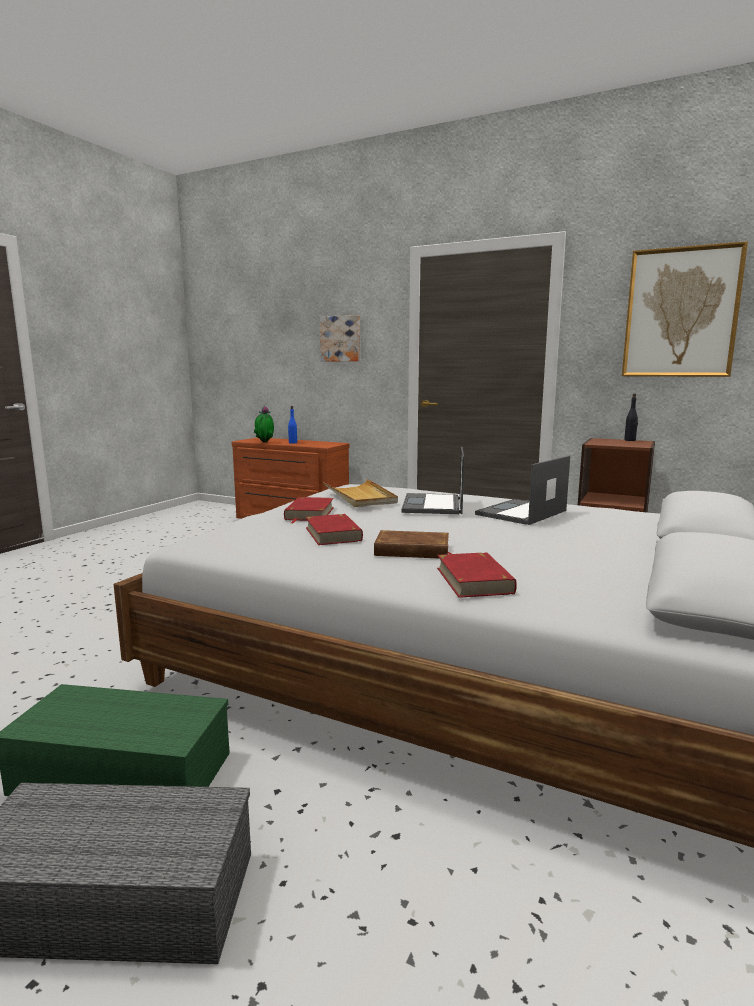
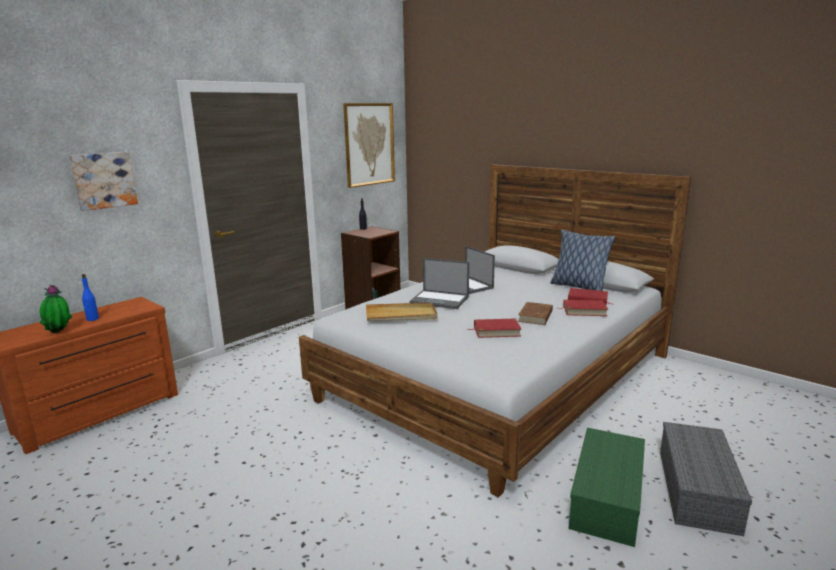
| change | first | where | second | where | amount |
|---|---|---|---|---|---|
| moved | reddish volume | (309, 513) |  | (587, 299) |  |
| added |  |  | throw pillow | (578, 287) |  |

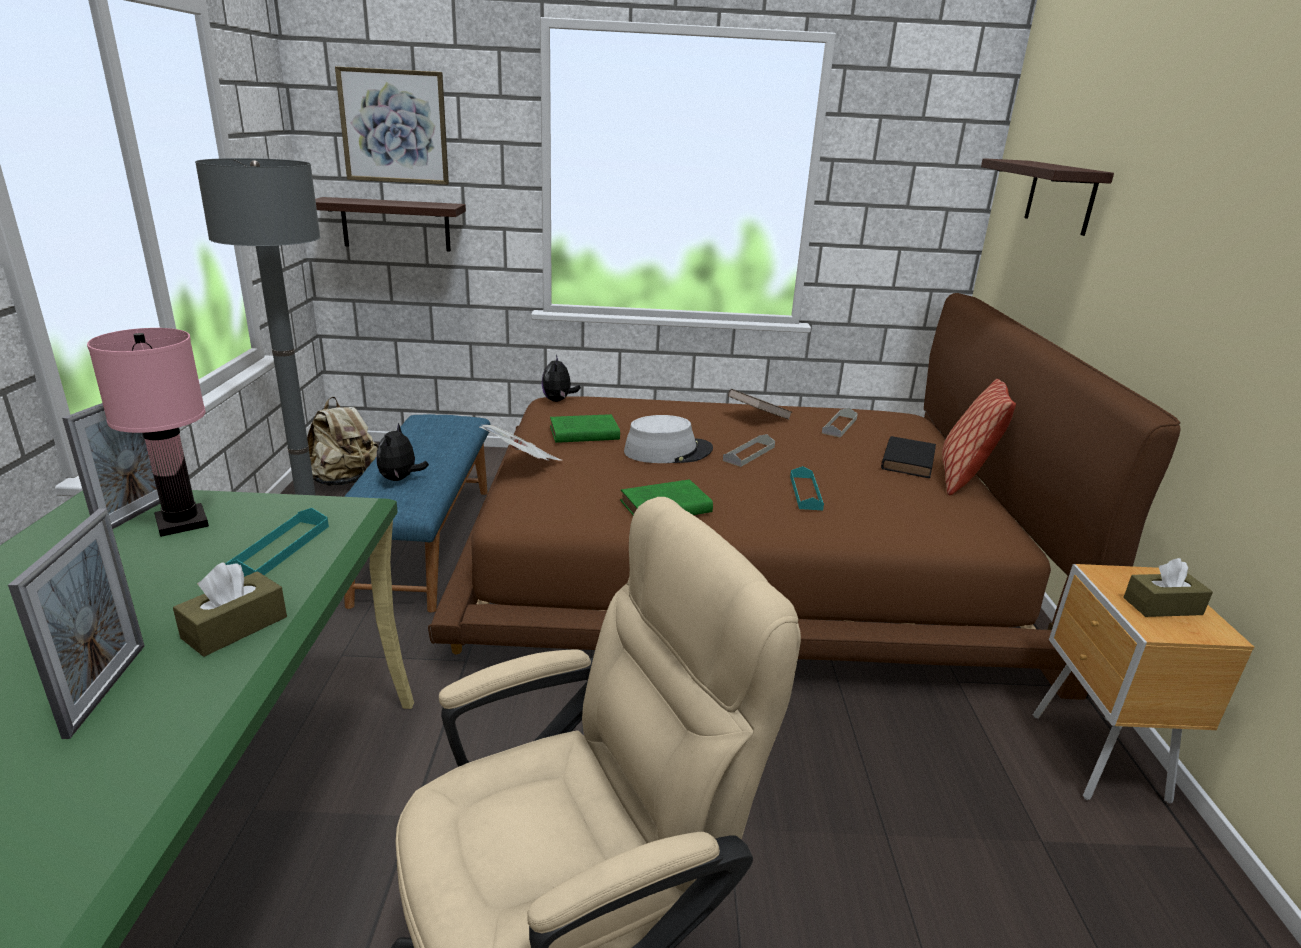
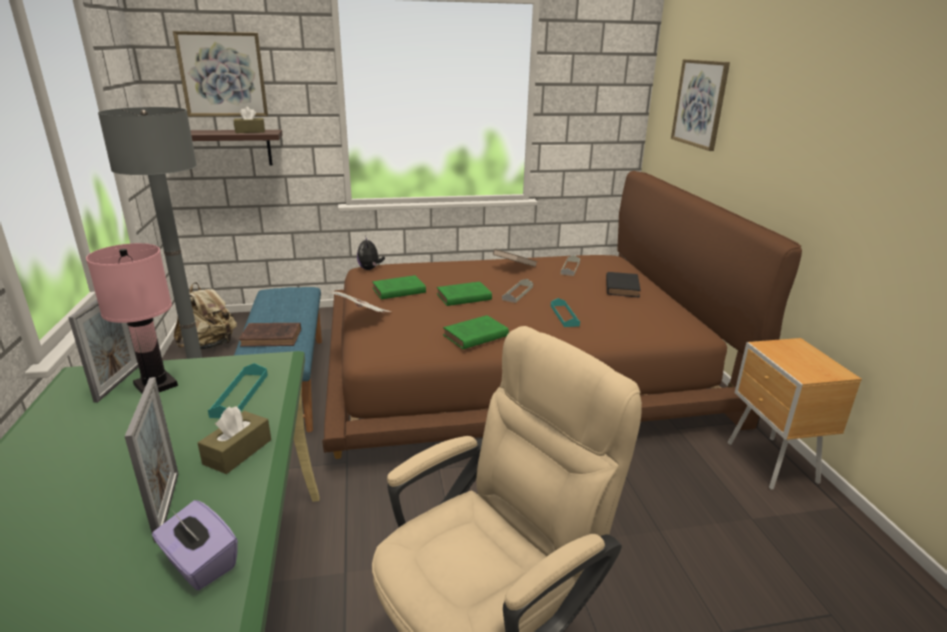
| change | first | where | second | where | amount |
|---|---|---|---|---|---|
| replaced | plush toy | (400, 479) | brown volume | (273, 338) |  |
| replaced | gray hat | (668, 451) | green-coloured volume | (462, 297) |  |
| removed | throw pillow | (964, 478) |  |  |  |
| replaced | shelf | (1060, 196) | picture | (700, 103) |  |
| moved | brown tissue holder | (1162, 606) |  | (250, 131) |  |
| added |  |  | purplish tissue holder | (199, 563) |  |

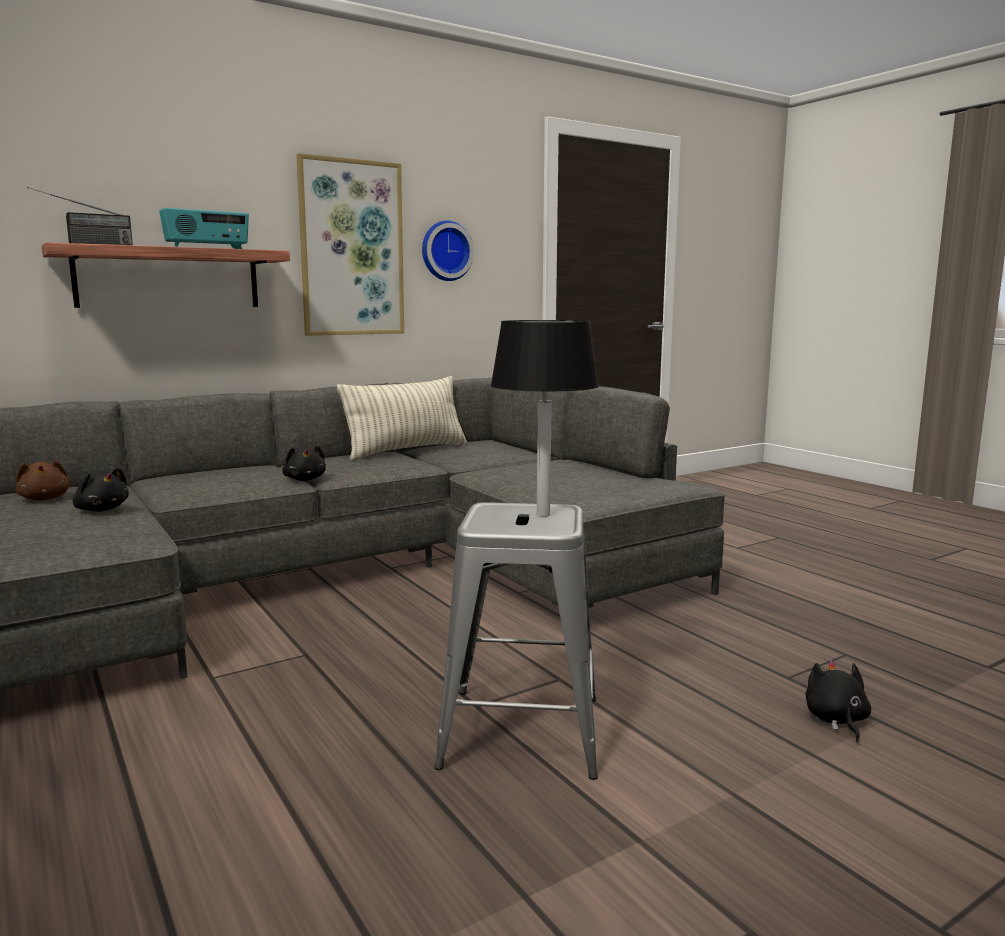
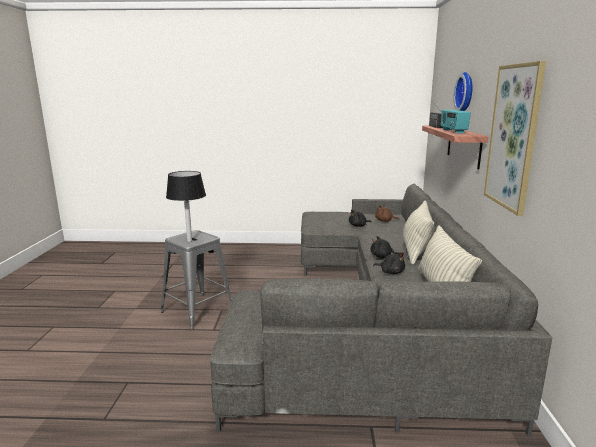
| change | first | where | second | where | amount |
|---|---|---|---|---|---|
| moved | wall clock | (445, 251) |  | (466, 92) |  |
| moved | blackish plush toy | (836, 720) |  | (391, 272) |  |
| added |  |  | throw pillow | (416, 250) |  |

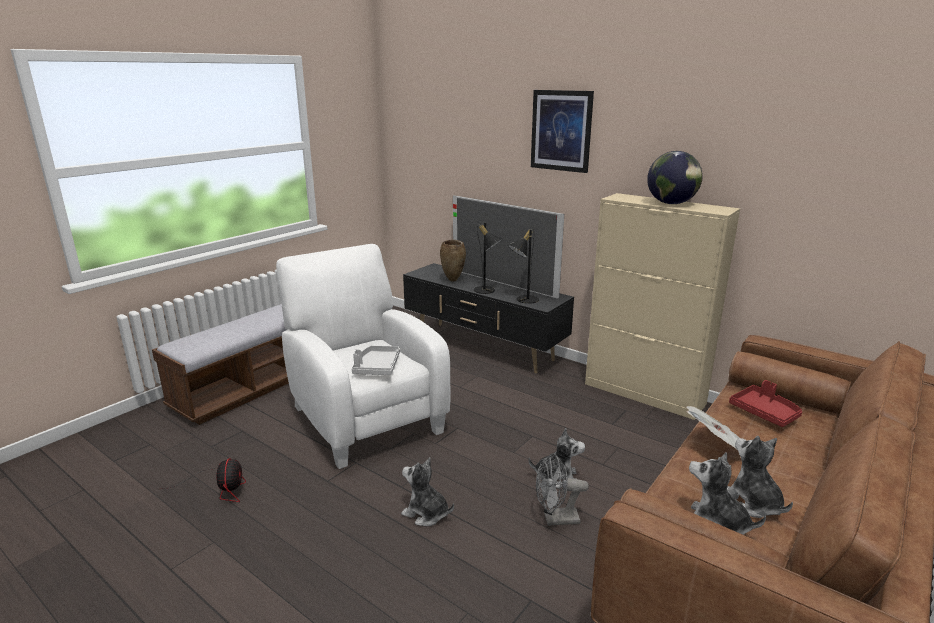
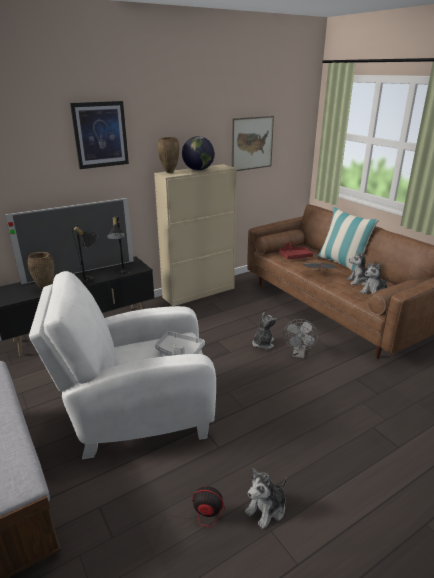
| change | first | where | second | where | amount |
|---|---|---|---|---|---|
| moved | plush toy | (426, 513) |  | (267, 509) |  |
| added |  |  | brown decorative vase | (169, 172) |  |
| added |  |  | picture | (252, 143) |  |
| added |  |  | throw pillow | (342, 263) |  |

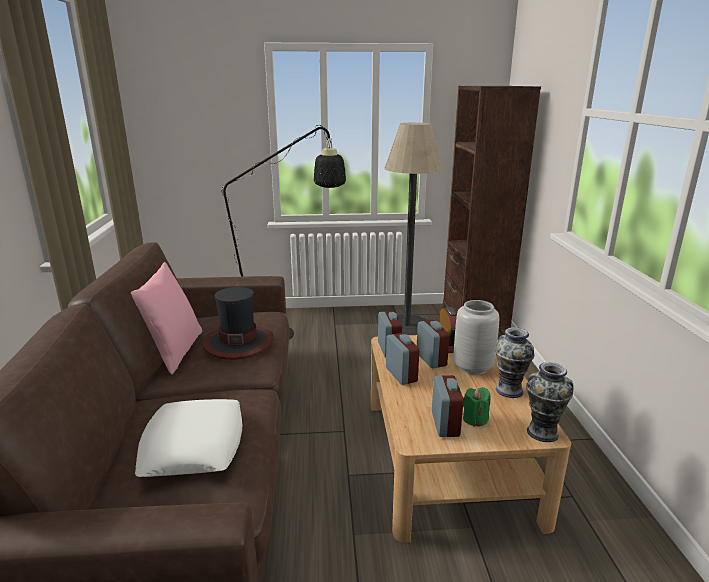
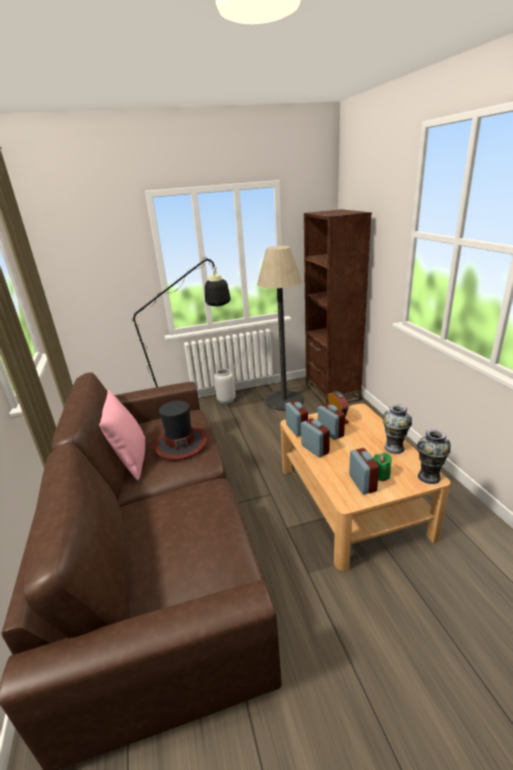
| change | first | where | second | where | amount |
|---|---|---|---|---|---|
| removed | whitish throw pillow | (193, 445) |  |  |  |
| moved | gray decorative vase | (472, 367) |  | (226, 400) |  |

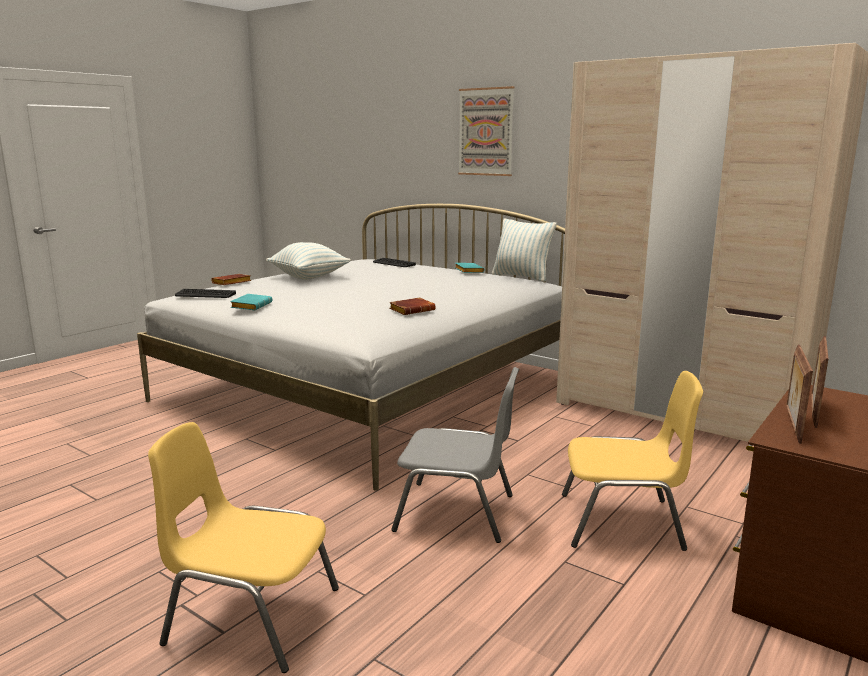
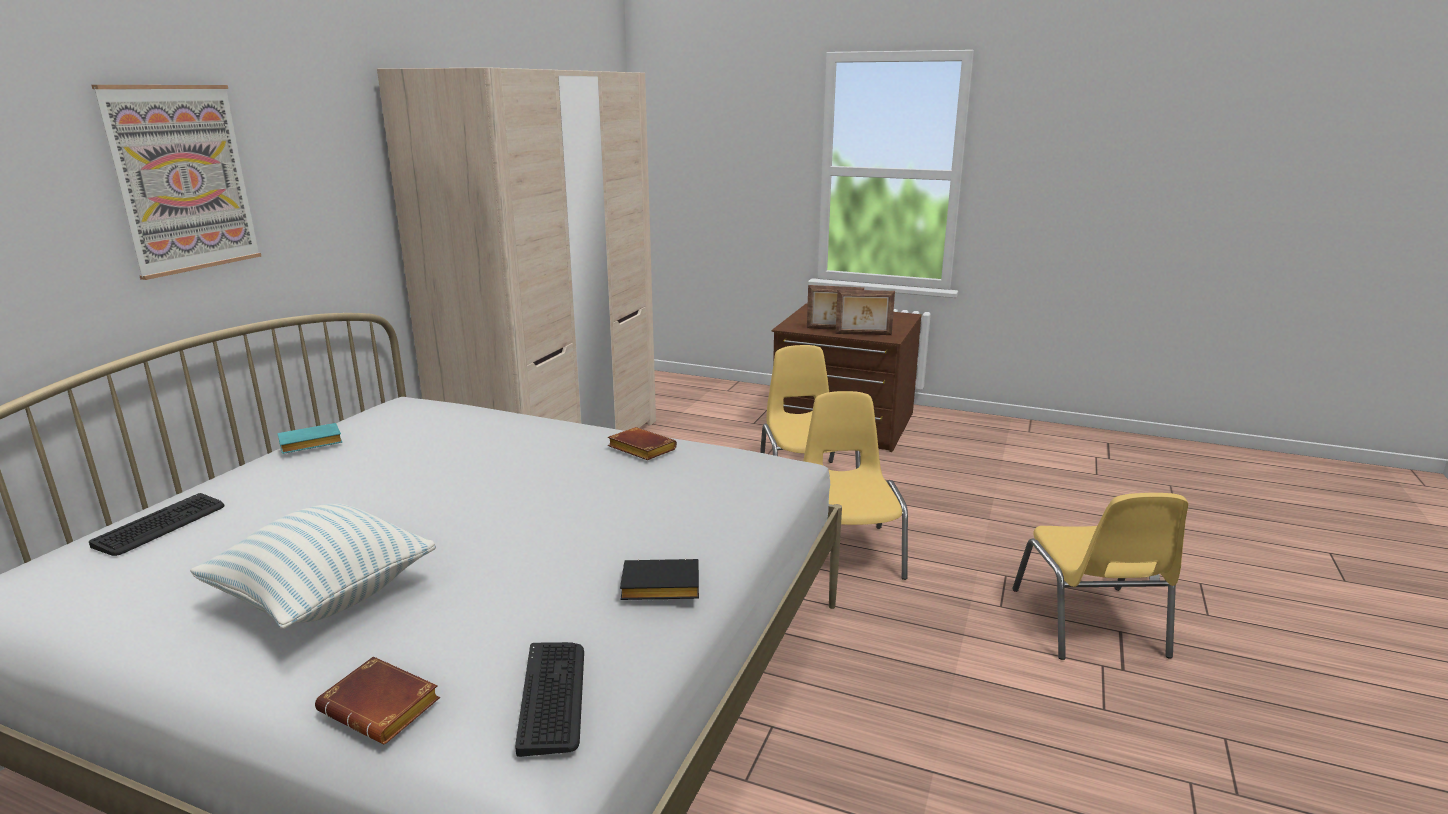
| change | first | where | second | where | amount |
|---|---|---|---|---|---|
| recoloured | turquoise-coloured volume | (251, 306) | blackish volume | (658, 588) |  |
| recoloured | gray chair | (457, 512) | yellow-coloured chair | (845, 551) |  |
| removed | throw pillow | (522, 277) |  |  |  |

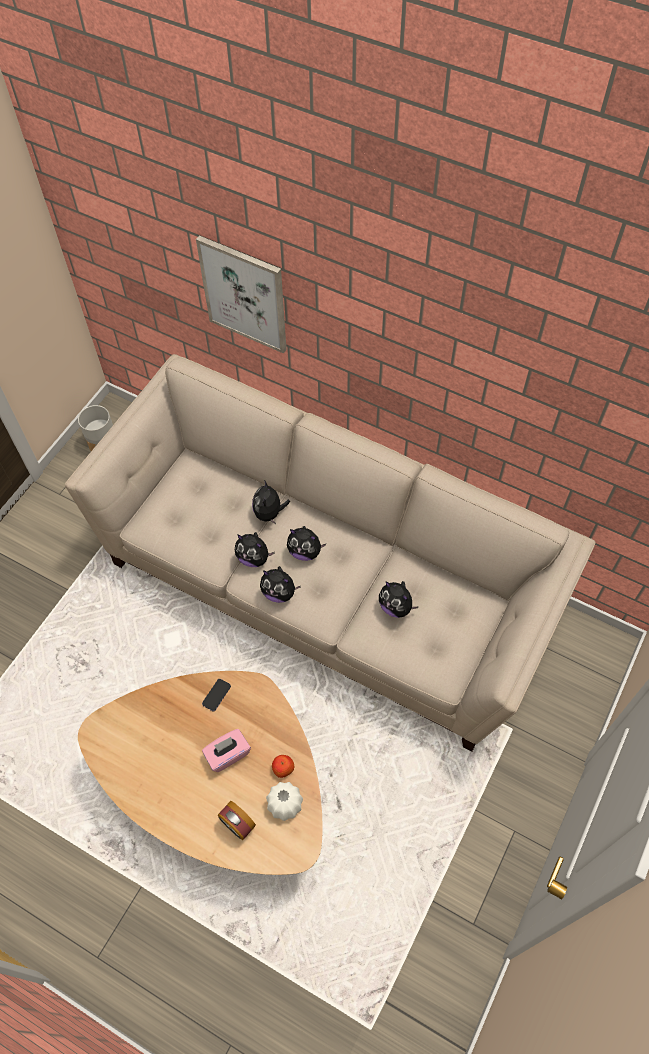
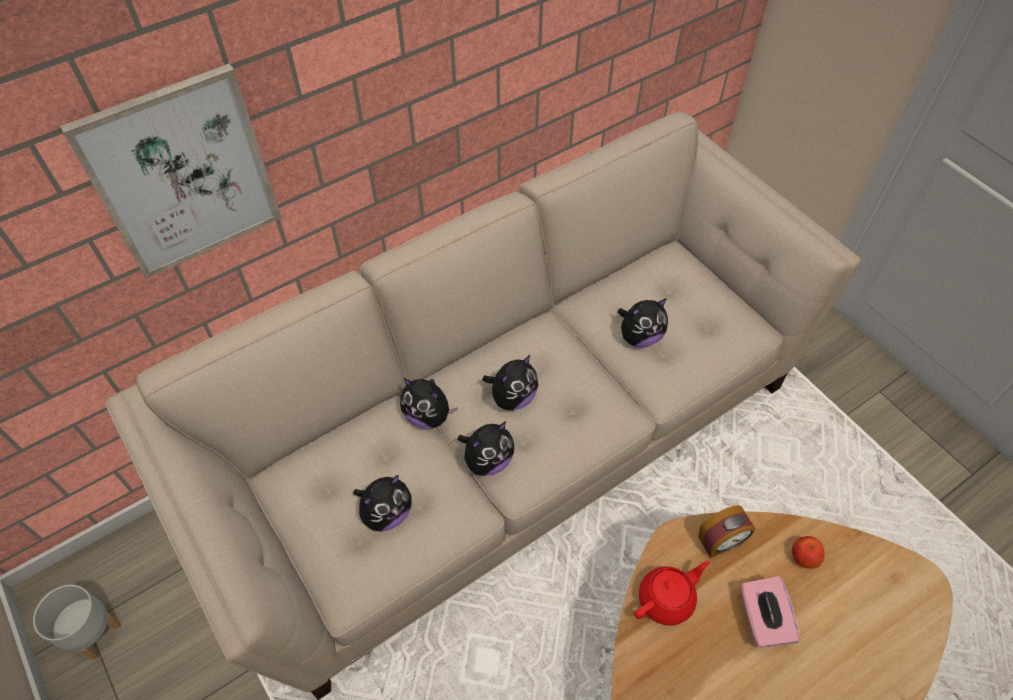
| change | first | where | second | where | amount |
|---|---|---|---|---|---|
| replaced | telephone | (216, 695) | reddish tea pot | (667, 599) |  |
| moved | bedside clock | (238, 825) |  | (720, 542) |  |
| moved | plush toy | (279, 592) |  | (386, 513) |  |
| removed | whitish decorative vase | (285, 804) |  |  |  |

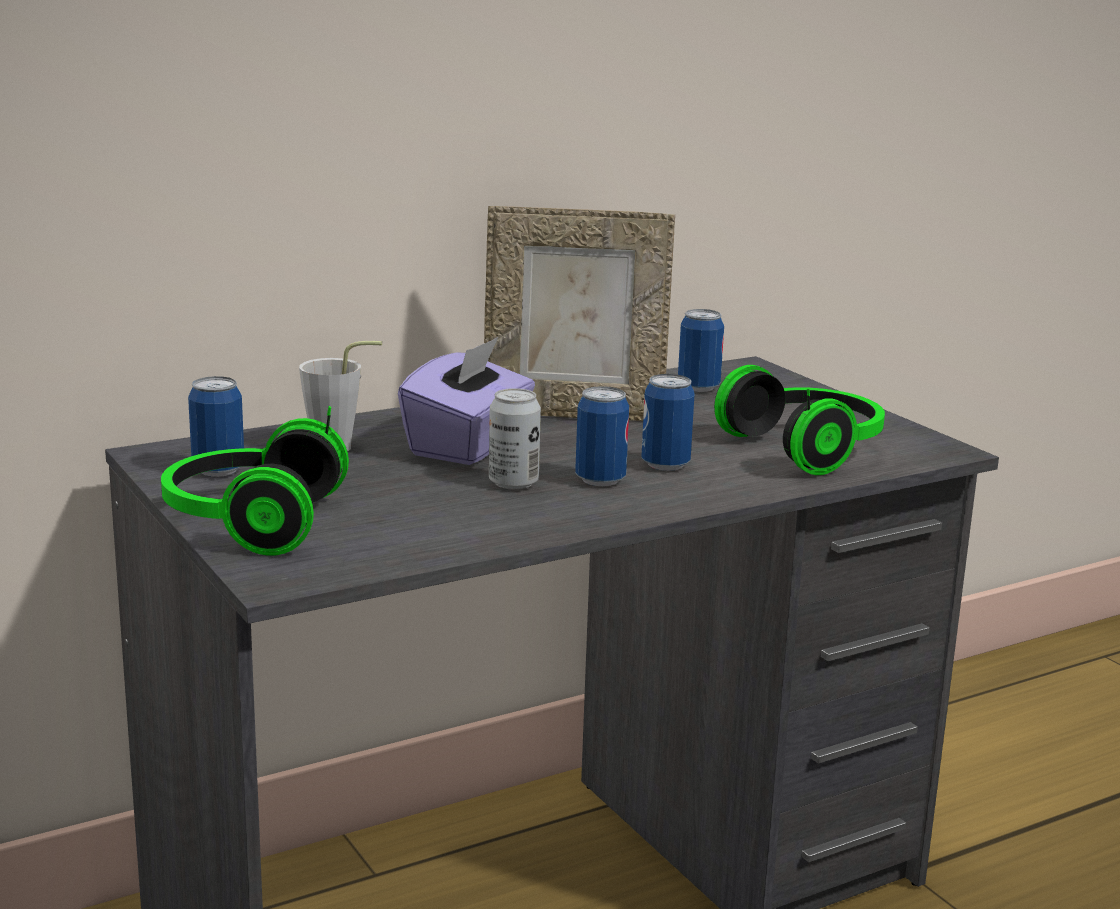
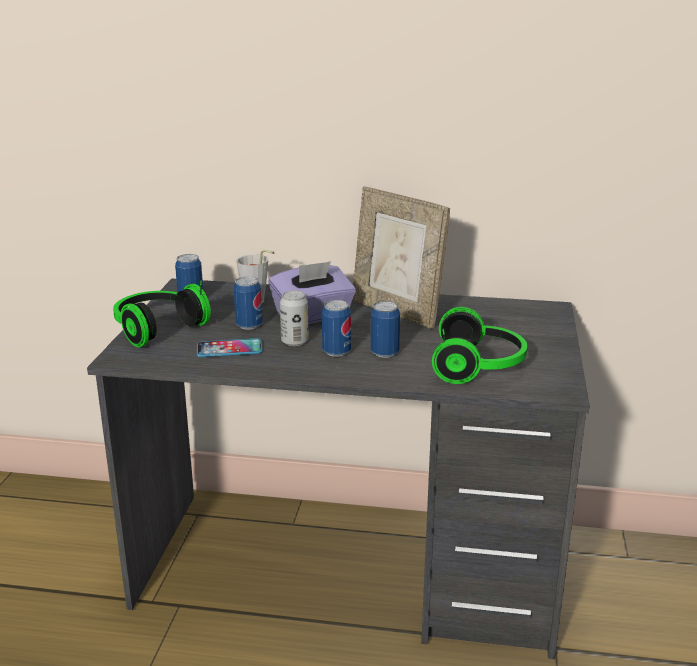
| change | first | where | second | where | amount |
|---|---|---|---|---|---|
| moved | metal can | (698, 387) |  | (249, 325) |  |
| added |  |  | telephone | (229, 349) |  |

